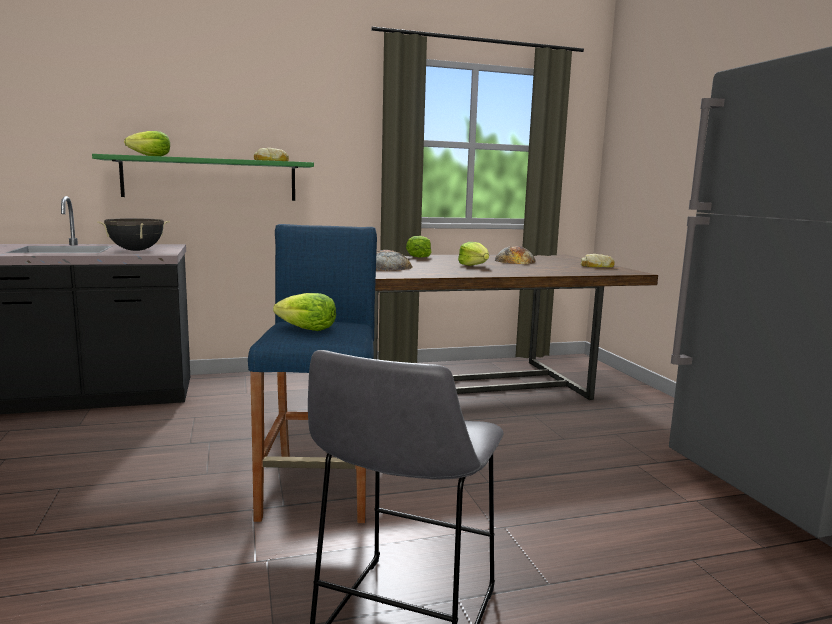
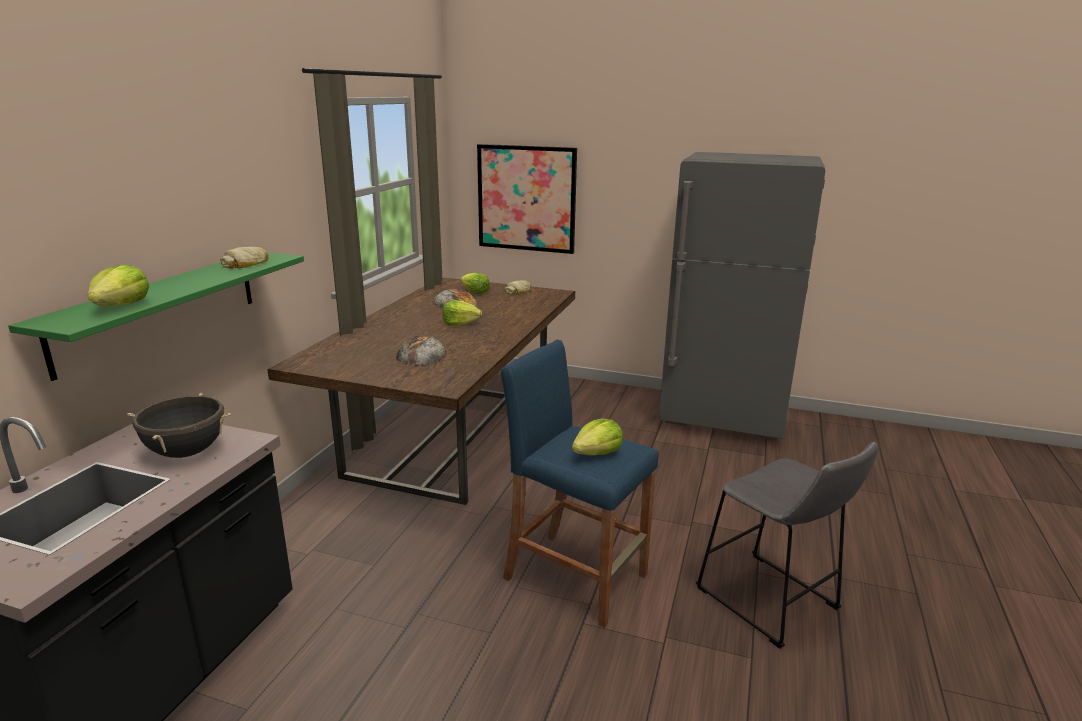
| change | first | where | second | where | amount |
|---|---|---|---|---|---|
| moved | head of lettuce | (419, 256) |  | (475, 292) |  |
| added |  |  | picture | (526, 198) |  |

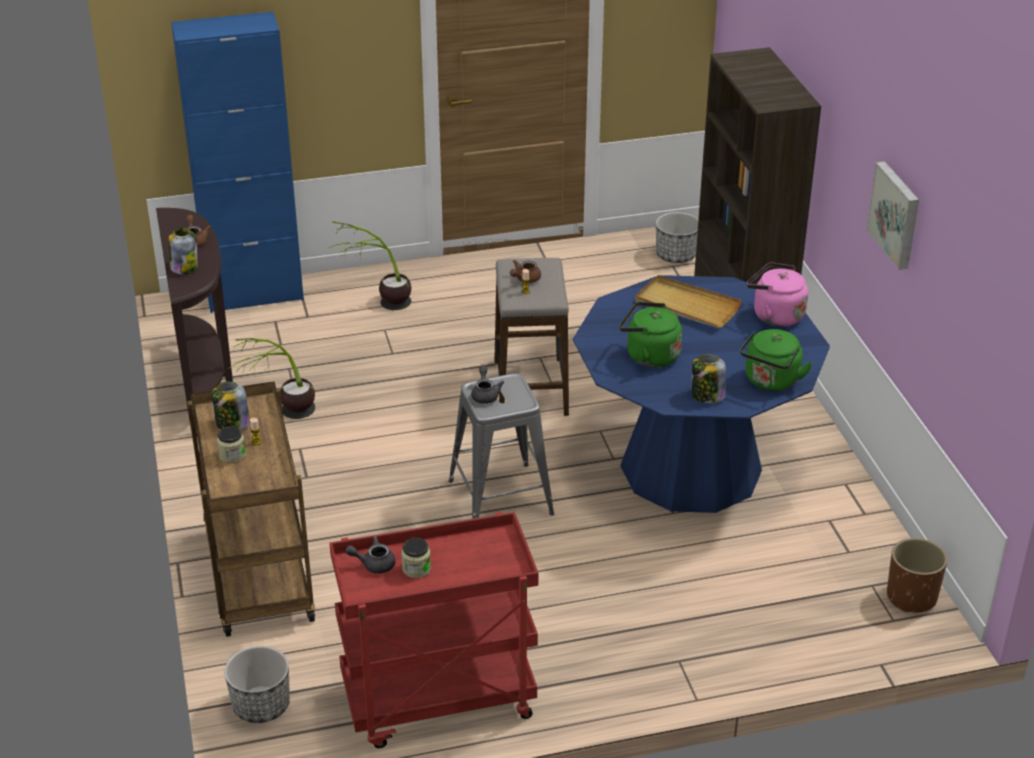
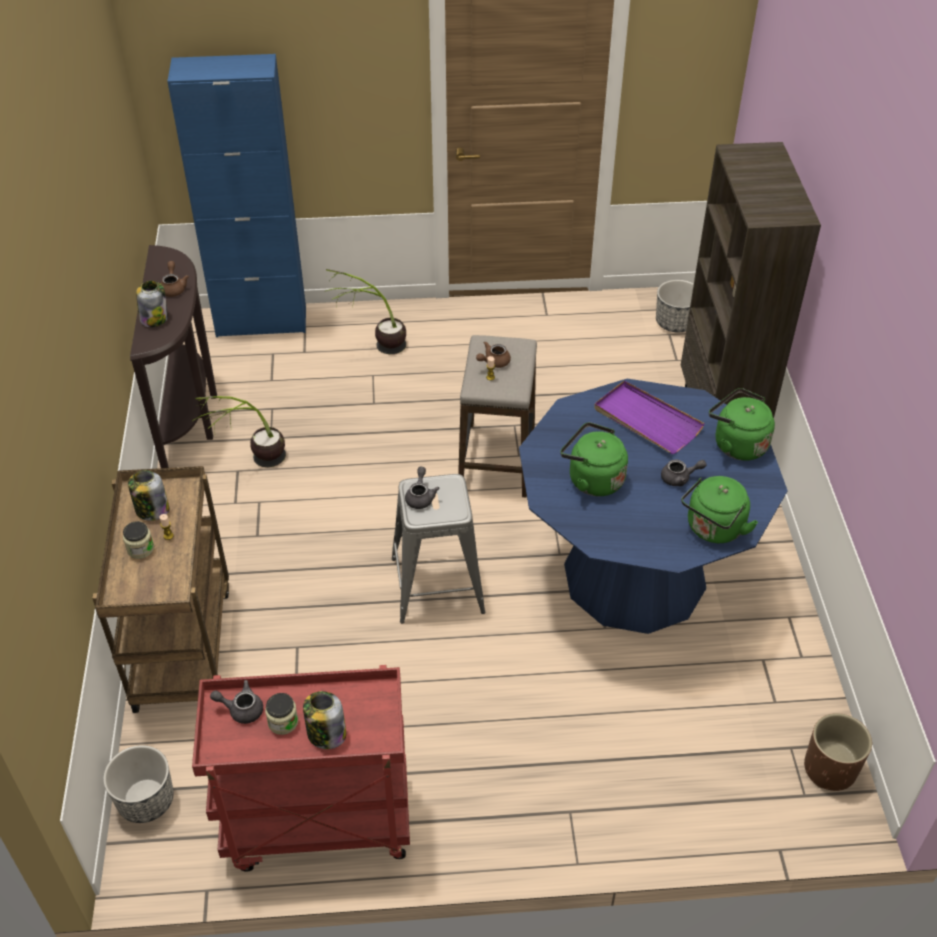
| change | first | where | second | where | amount |
|---|---|---|---|---|---|
| recoloured | beige serving tray | (686, 305) | purplish serving tray | (646, 420) |  |
| moved | preserve jar | (707, 396) |  | (326, 734) |  |
| recoloured | pink-coloured kettle | (775, 315) | green-coloured kettle | (737, 444) |  |
| removed | picture | (896, 214) |  |  |  |
| added |  |  | gray tea pot | (679, 478) |  |

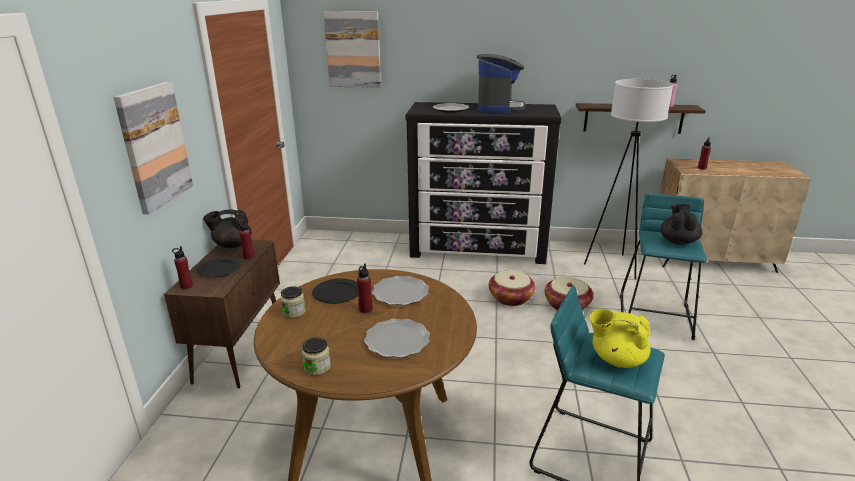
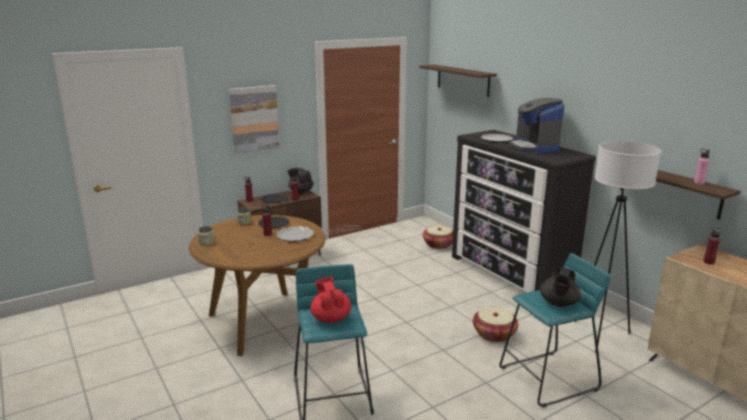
| change | first | where | second | where | amount |
|---|---|---|---|---|---|
| replaced | picture | (353, 50) | shelf | (463, 80) |  |
| removed | dinner plate | (397, 340) |  |  |  |
| turned | coffee machine | (499, 108) |  | (534, 147) | 105 degrees clockwise |
| moved | basket | (510, 298) |  | (438, 244) |  |
| recoloured | yellow-coloured tea pot | (616, 359) | reddish tea pot | (330, 318) |  |
| turned | blackish tea pot | (678, 241) |  | (558, 303) | 135 degrees clockwise |

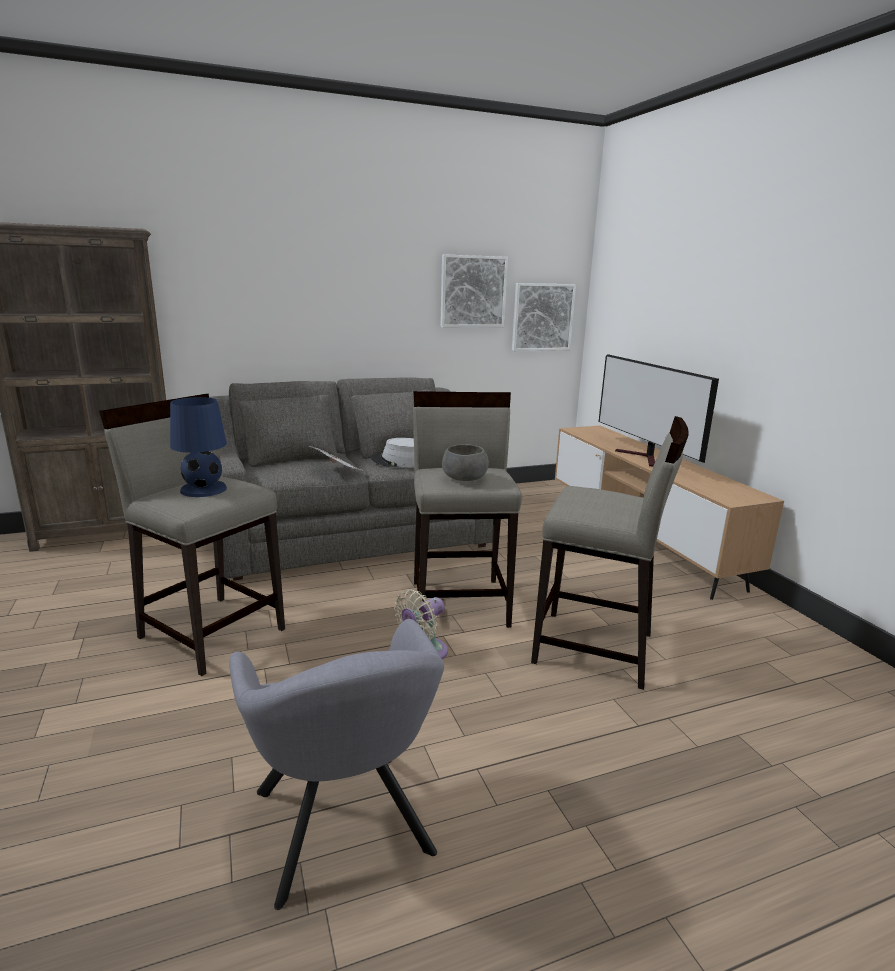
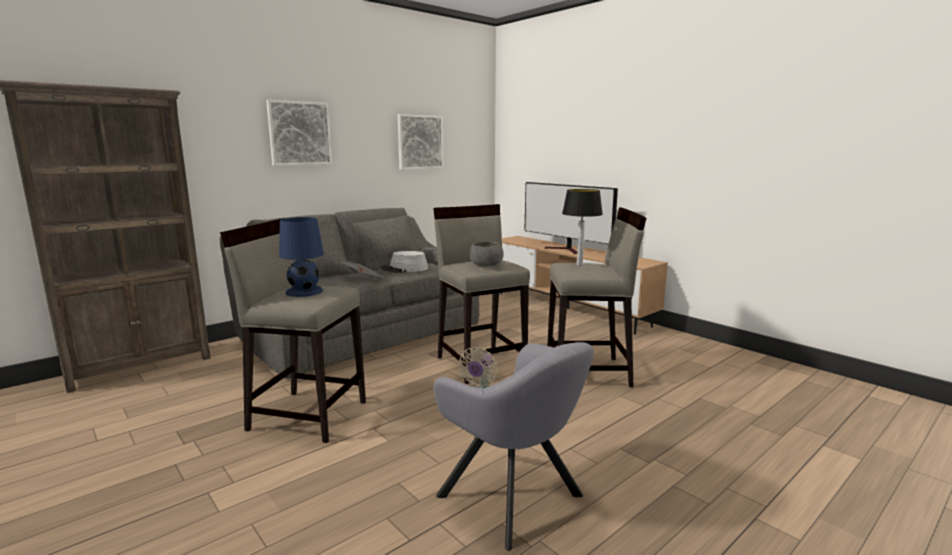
| change | first | where | second | where | amount |
|---|---|---|---|---|---|
| moved | picture | (542, 317) |  | (300, 133) |  |
| added |  |  | lamp for a table | (580, 265) |  |

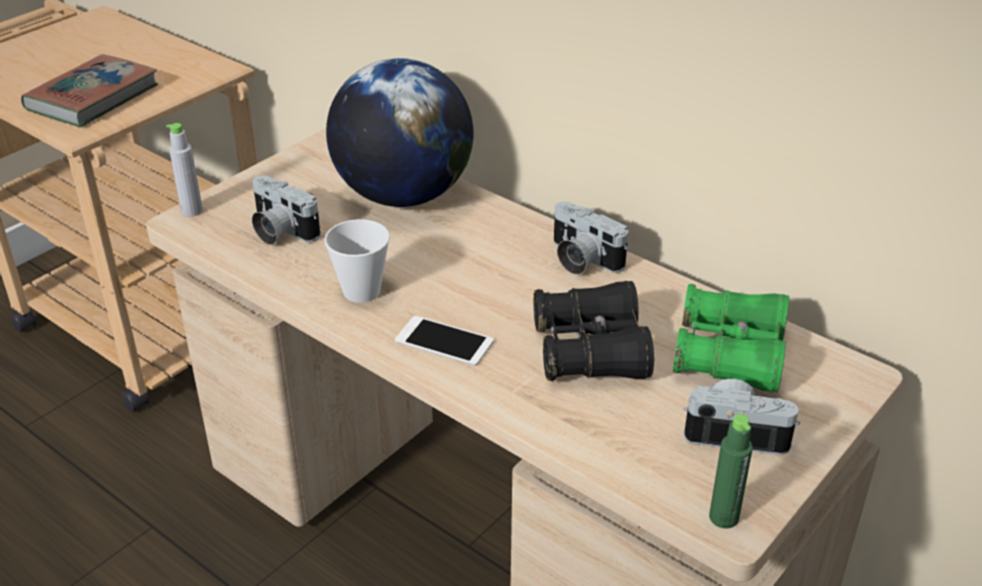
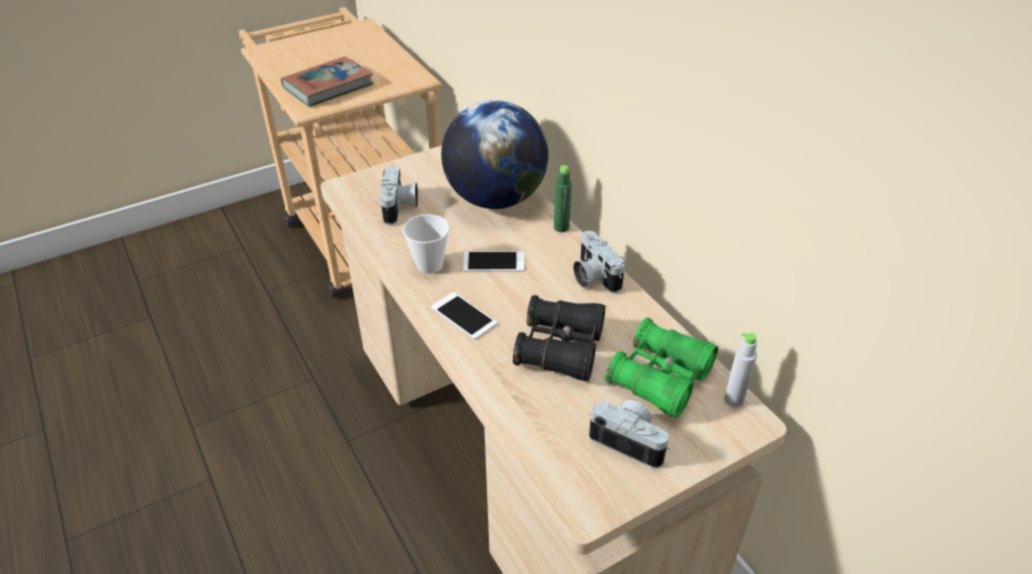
| change | first | where | second | where | amount |
|---|---|---|---|---|---|
| moved | gray bottle | (192, 211) |  | (734, 399) |  |
| turned | still camera | (280, 231) |  | (400, 207) | 150 degrees counterclockwise |
| moved | green-coloured bottle | (723, 517) |  | (561, 227) |  |
| added |  |  | telephone | (493, 262) |  |

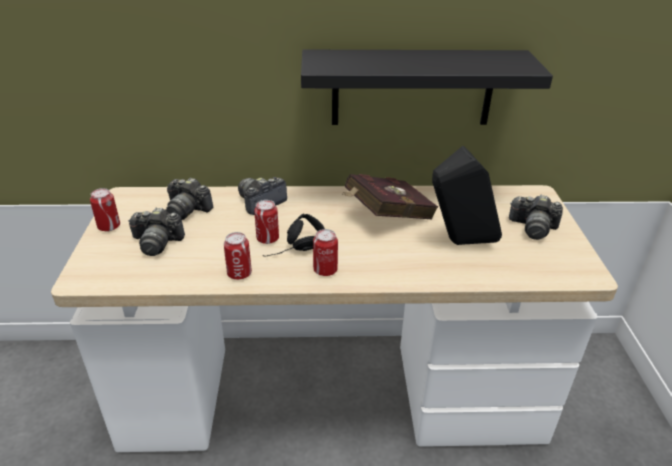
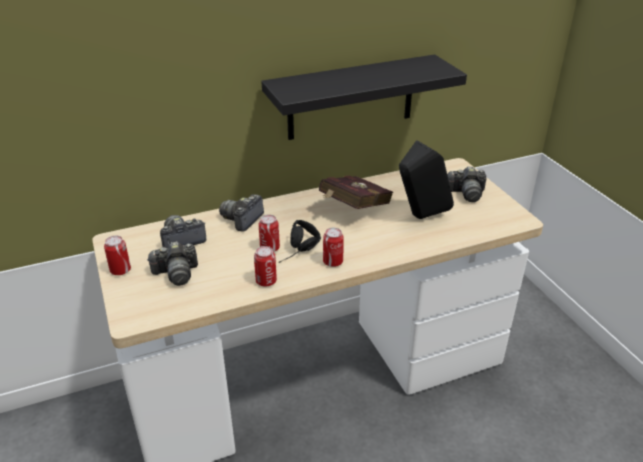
| change | first | where | second | where | amount |
|---|---|---|---|---|---|
| turned | still camera | (187, 210) |  | (182, 240) | 150 degrees clockwise |

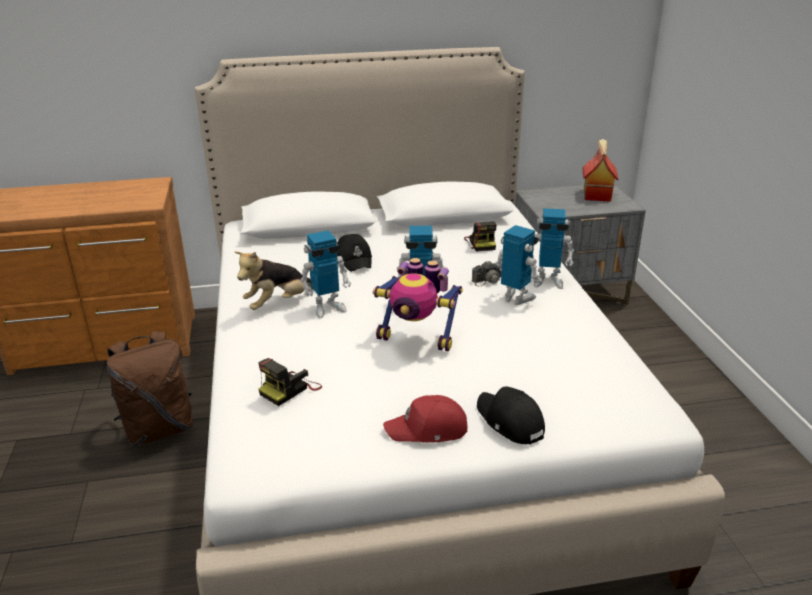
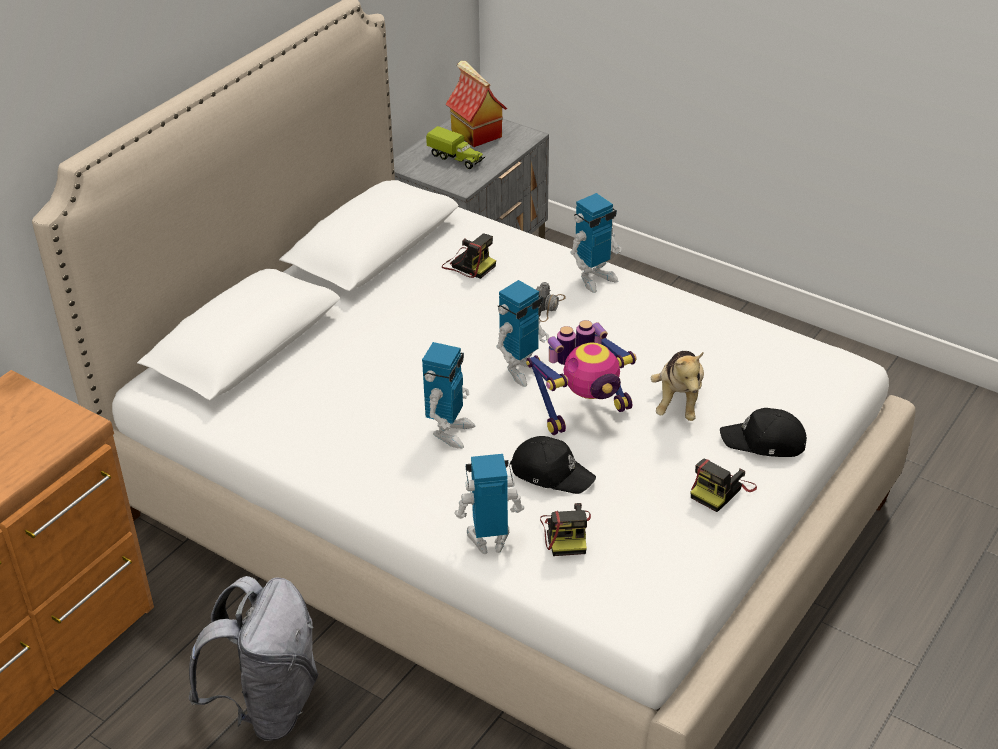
| change | first | where | second | where | amount |
|---|---|---|---|---|---|
| recoloured | brown rucksack | (159, 429) | gray rucksack | (268, 705) |  |
| moved | plush toy | (278, 303) |  | (678, 401) |  |
| moved | blackish baseball cap | (354, 259) |  | (551, 472) |  |
| replaced | reddish baseball cap | (428, 430) | still camera | (721, 490) |  |
| moved | model robot | (516, 298) |  | (489, 541) |  |
| added |  |  | toy lorry | (456, 158) |  |

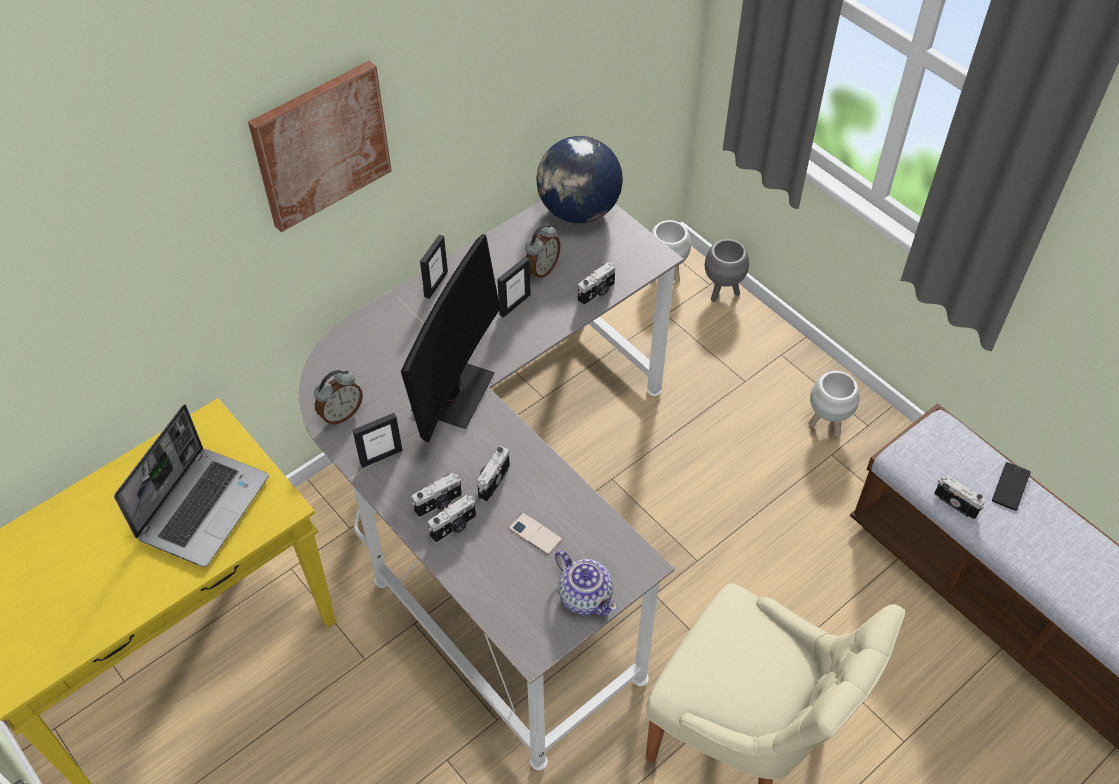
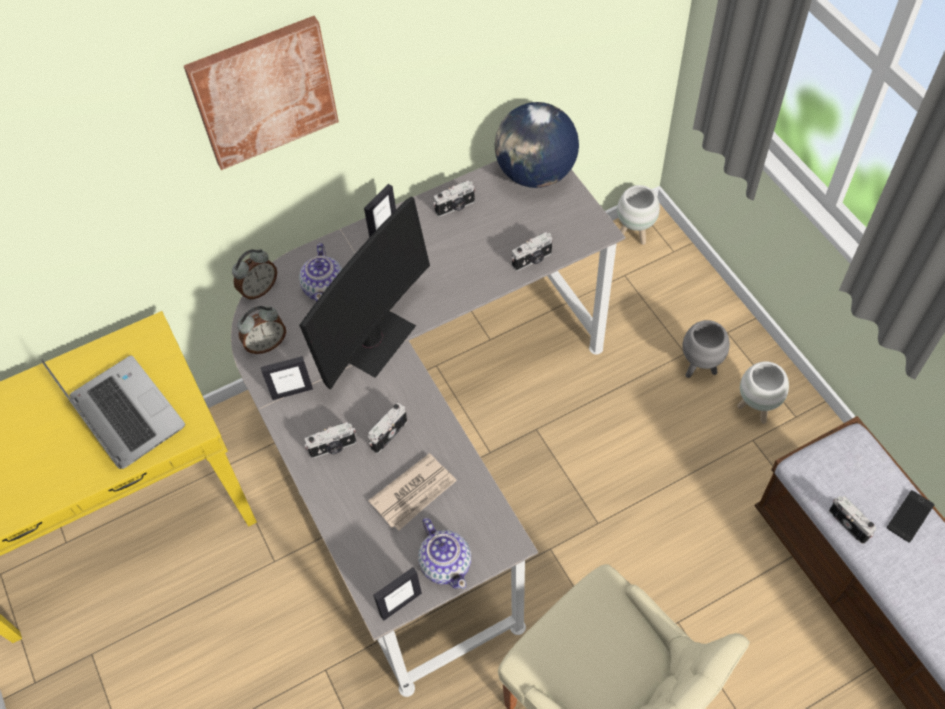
| change | first | where | second | where | amount |
|---|---|---|---|---|---|
| turned | notebook computer | (203, 506) |  | (124, 413) | 75 degrees counterclockwise |
| moved | still camera | (454, 527) |  | (455, 207) |  |
| moved | photo frame | (514, 304) |  | (400, 604) |  |
| replaced | telephone | (535, 534) | newspaper | (414, 493) |  |
| moved | bedside clock | (541, 269) |  | (259, 289) |  |
| moved | gray planter | (722, 292) |  | (699, 368) |  |
| added |  |  | tea pot | (325, 288) |  |

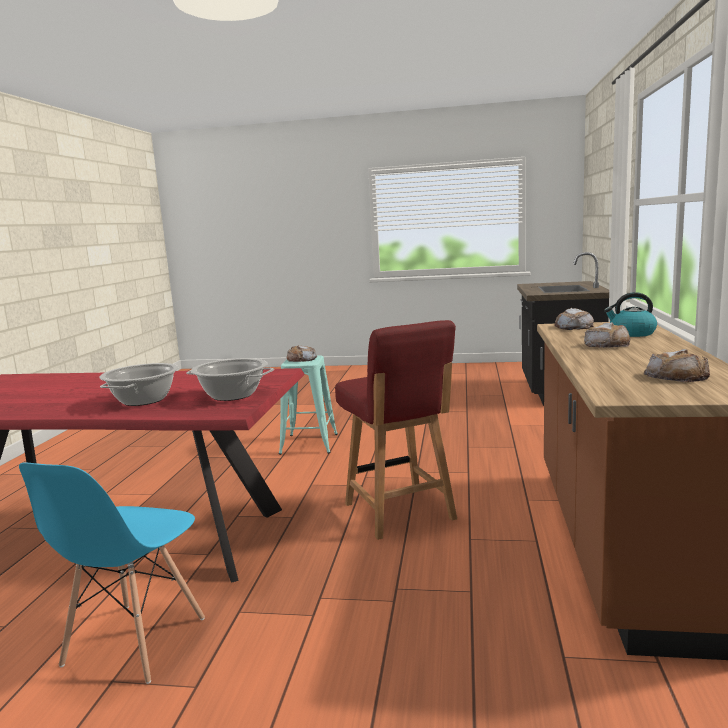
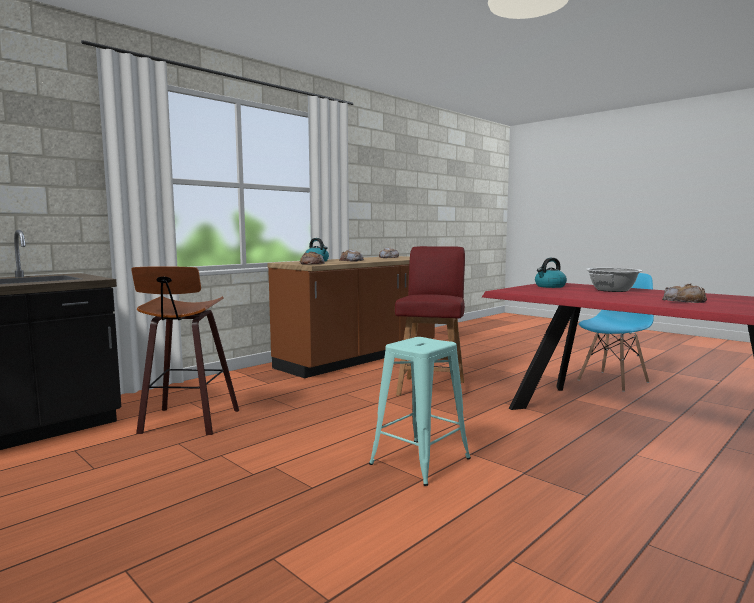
| change | first | where | second | where | amount |
|---|---|---|---|---|---|
| replaced | cooking pot | (232, 395) | kettle | (550, 286) |  |
| moved | bread | (302, 359) |  | (684, 301) |  |
| added |  |  | stool | (187, 422) |  |

